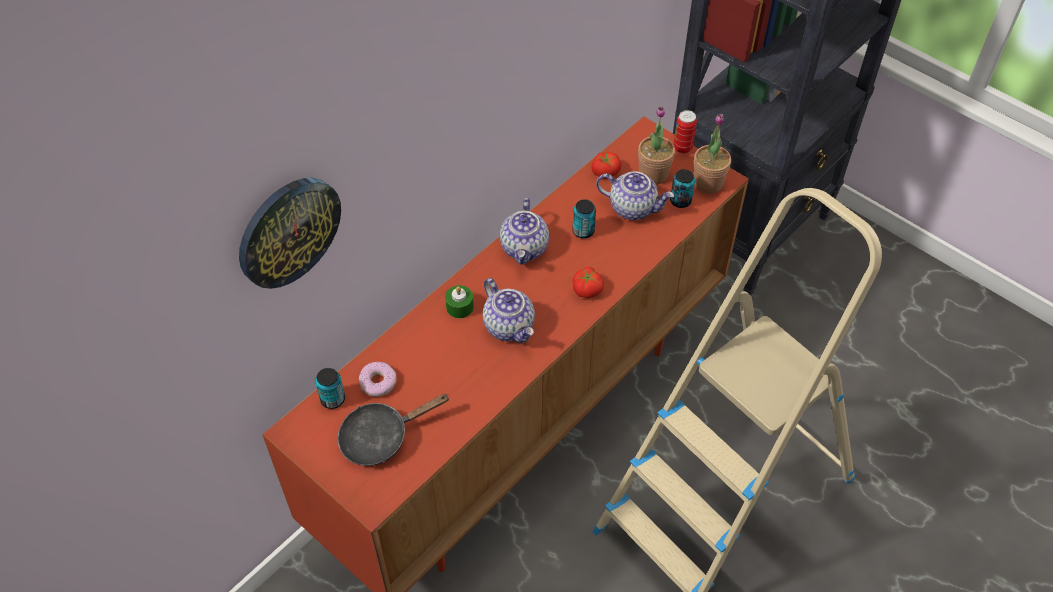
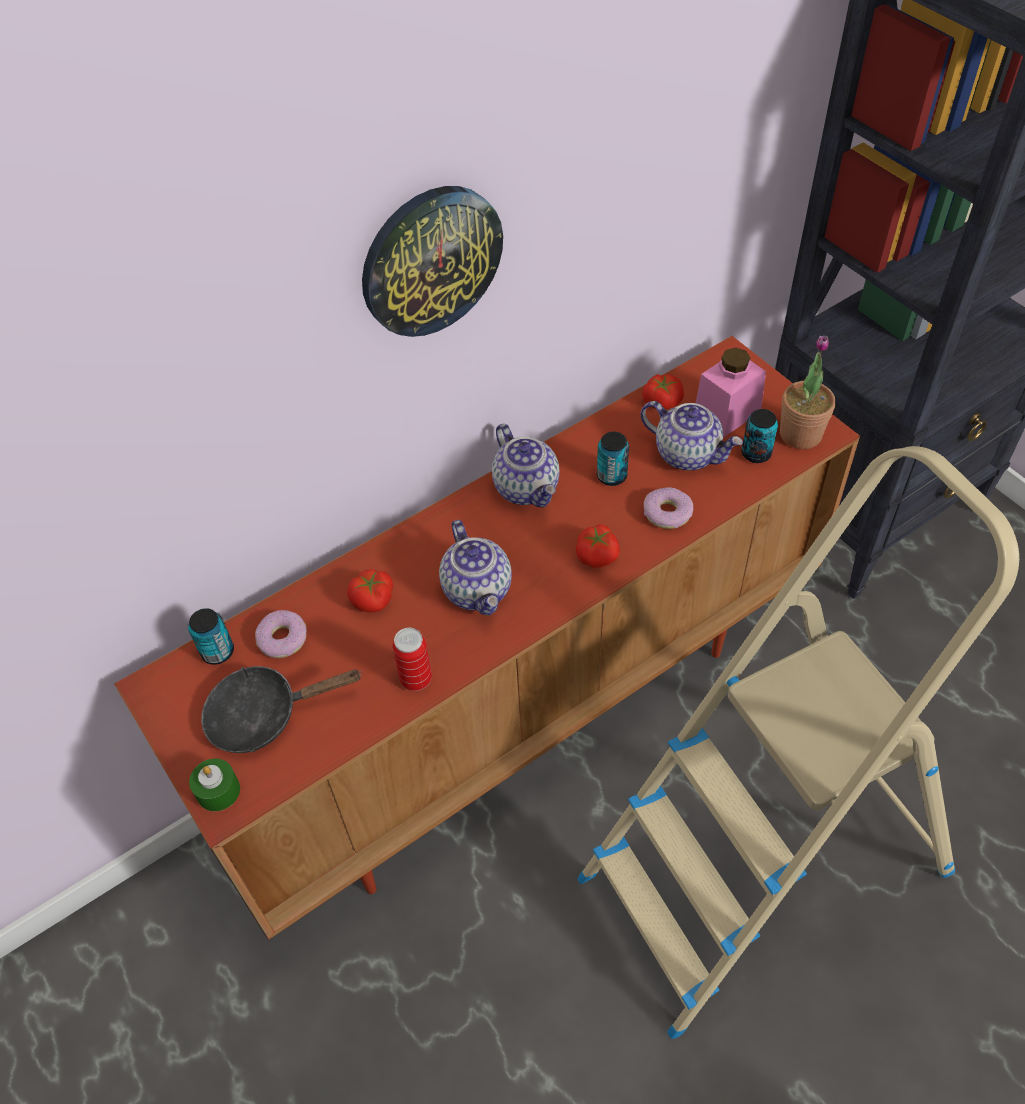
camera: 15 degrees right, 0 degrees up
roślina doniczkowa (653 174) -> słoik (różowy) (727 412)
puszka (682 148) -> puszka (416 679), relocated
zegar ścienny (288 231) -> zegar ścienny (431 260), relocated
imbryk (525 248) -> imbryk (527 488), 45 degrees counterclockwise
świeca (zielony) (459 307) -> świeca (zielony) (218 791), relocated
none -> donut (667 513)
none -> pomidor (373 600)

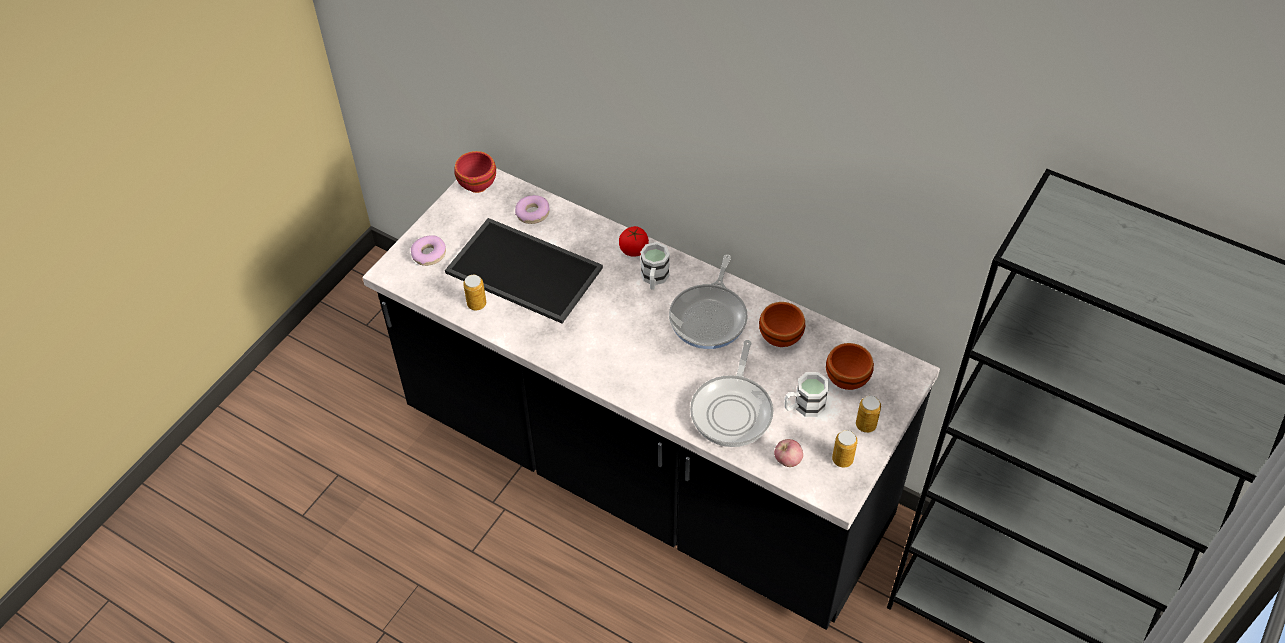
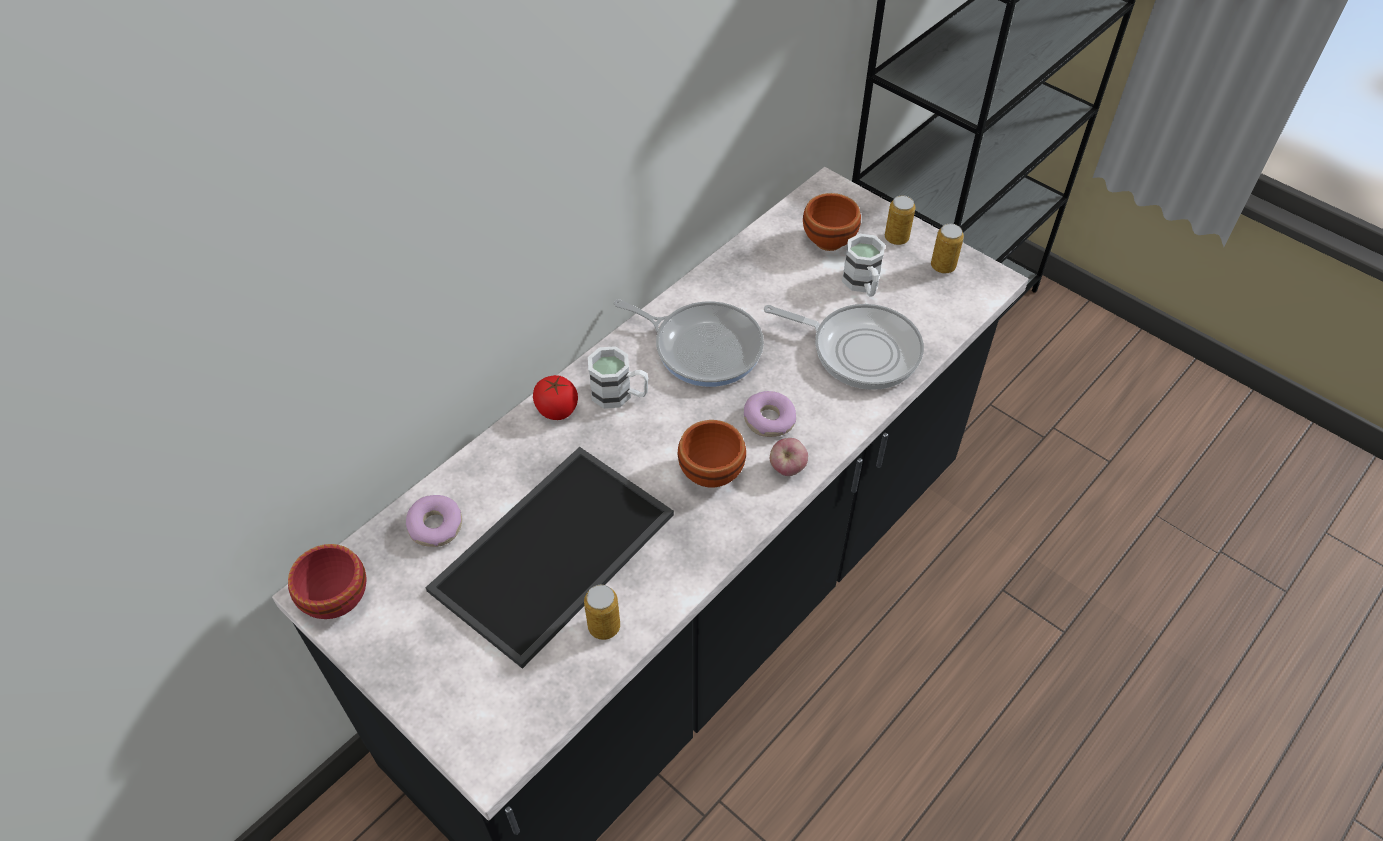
camera: 80 degrees left, 0 degrees up
donut (429 254) -> donut (769 420), relocated
miska (brązowy) (780 336) -> miska (brązowy) (709 472), relocated
jabłko (787 460) -> jabłko (787 468), relocated

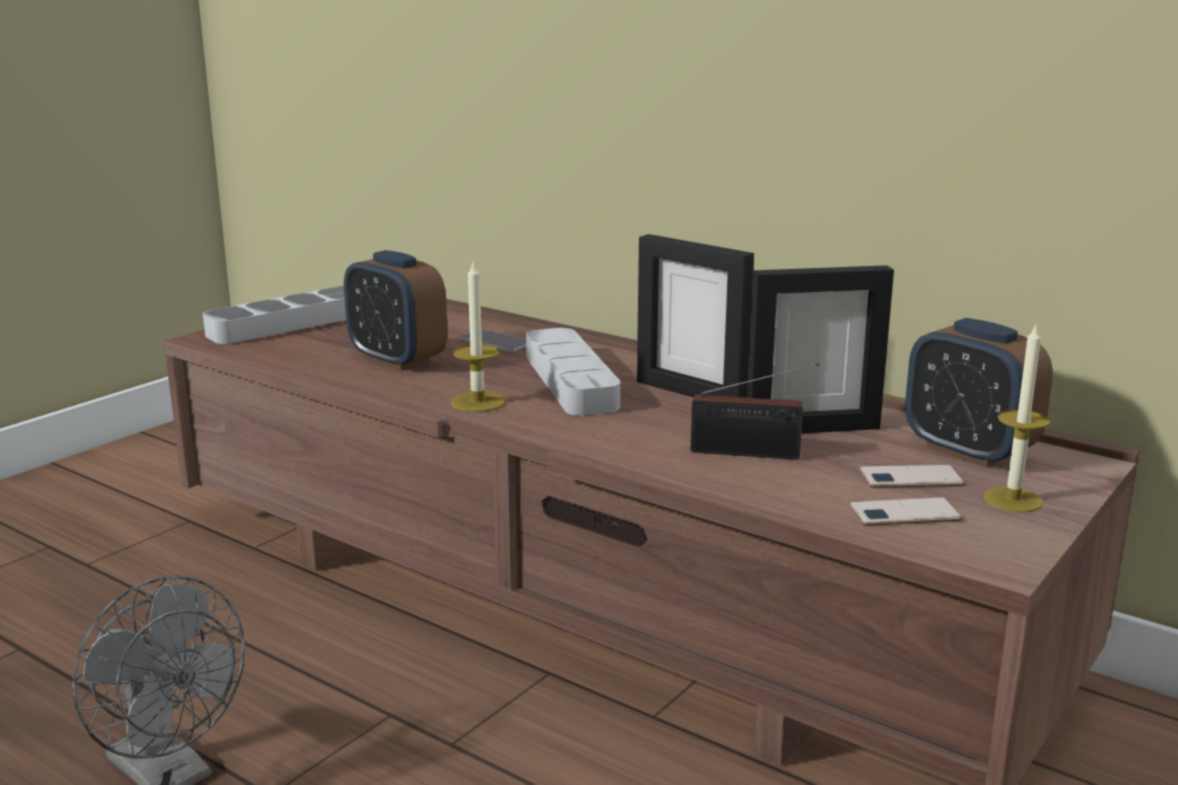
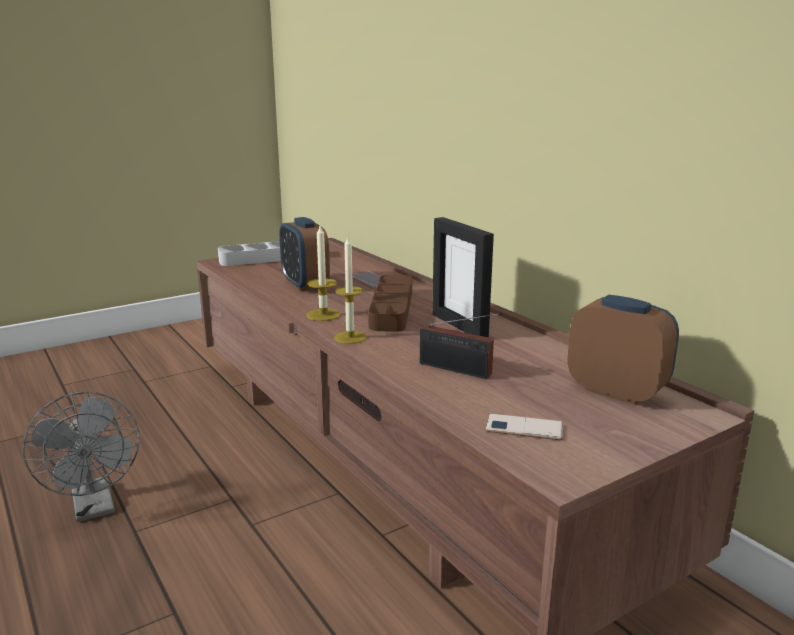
camera: 20 degrees right, 0 degrees up
ramka na zdjęcie (811 428) -> none
budzik (968 451) -> budzik (616 391), 150 degrees clockwise
świeca (1012 500) -> świeca (350 337), relocated
taca (szary) (570 380) -> taca (brązowy) (392 308)
telefon (911 478) -> none

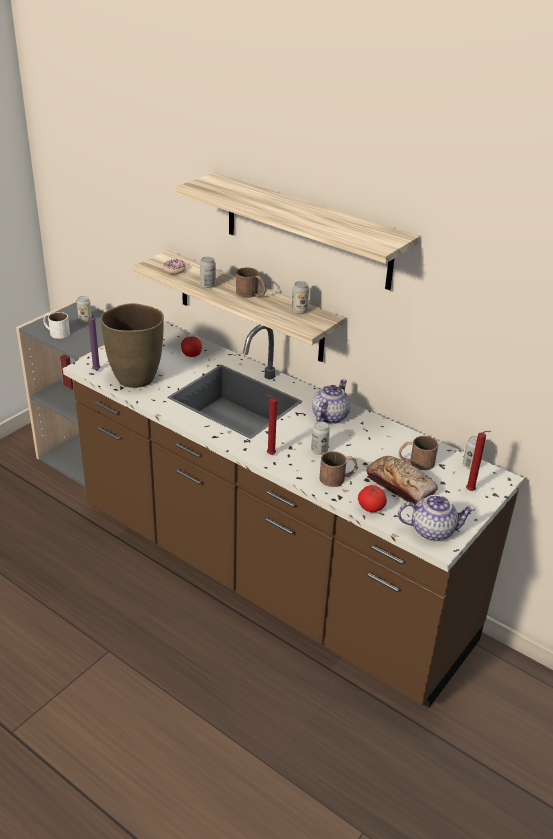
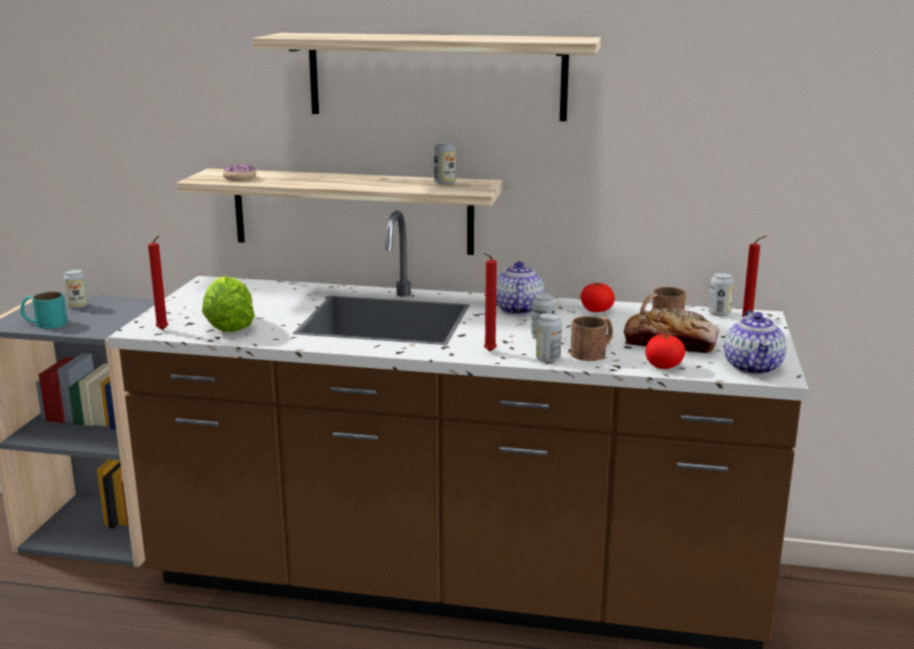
camera: 25 degrees left, 15 degrees down
puszka (208 285) -> puszka (548 359), relocated
kubek (brązowy) (251 294) -> none
wazon (brązowy) (135 378) -> sałata (228 326)
kubek (biały) (56 332) -> kubek (turkusowy) (44 323)
świeca (fioletowy) (96 371) -> świeca (czerwony) (163 330)
pomidor (191 354) -> pomidor (597 310), relocated
imbryk (433 530) -> imbryk (753 367), 120 degrees clockwise

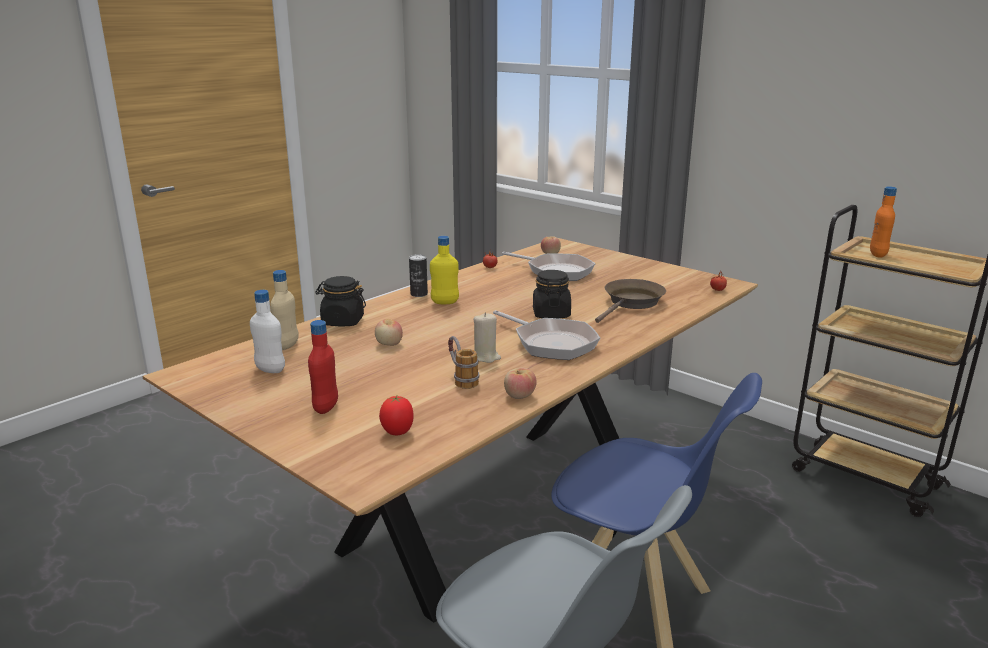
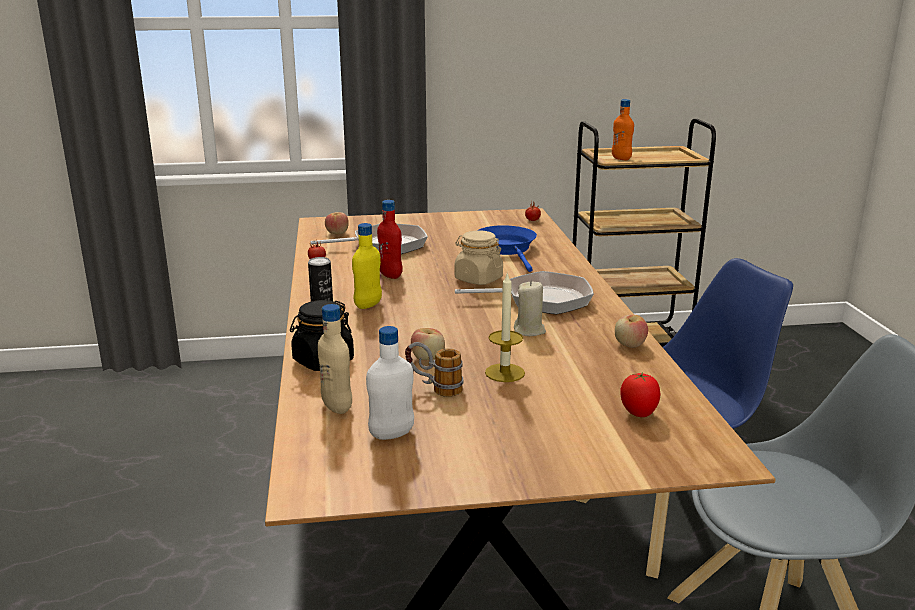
camera: 50 degrees left, 0 degrees up
słoik (czarny) (551 314) -> słoik (beżowy) (478 279)
patelnia (brązowy) (631 303) -> patelnia (niebieski) (507 249)
butelka (czerwony) (326 407) -> butelka (czerwony) (390 275), relocated
kubek (461 379) -> kubek (434 389), relocated
none -> świeca (504 373)

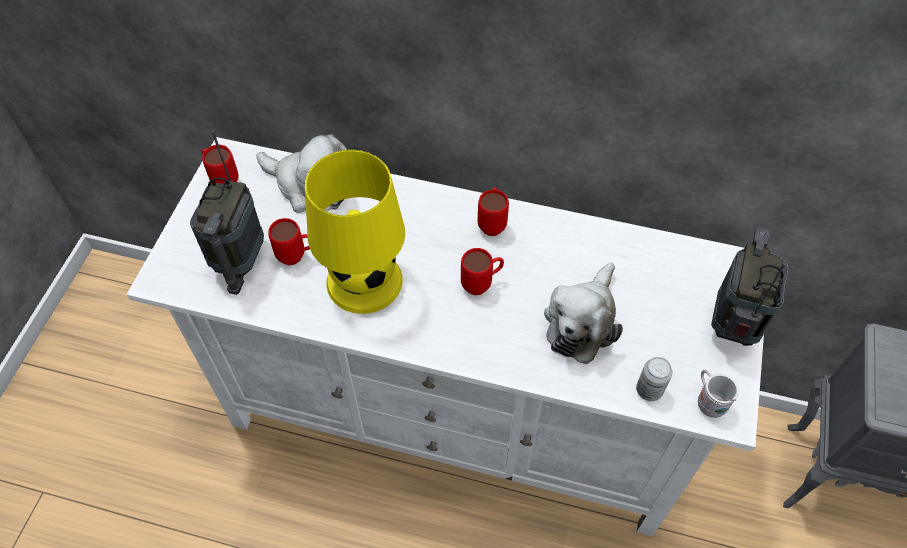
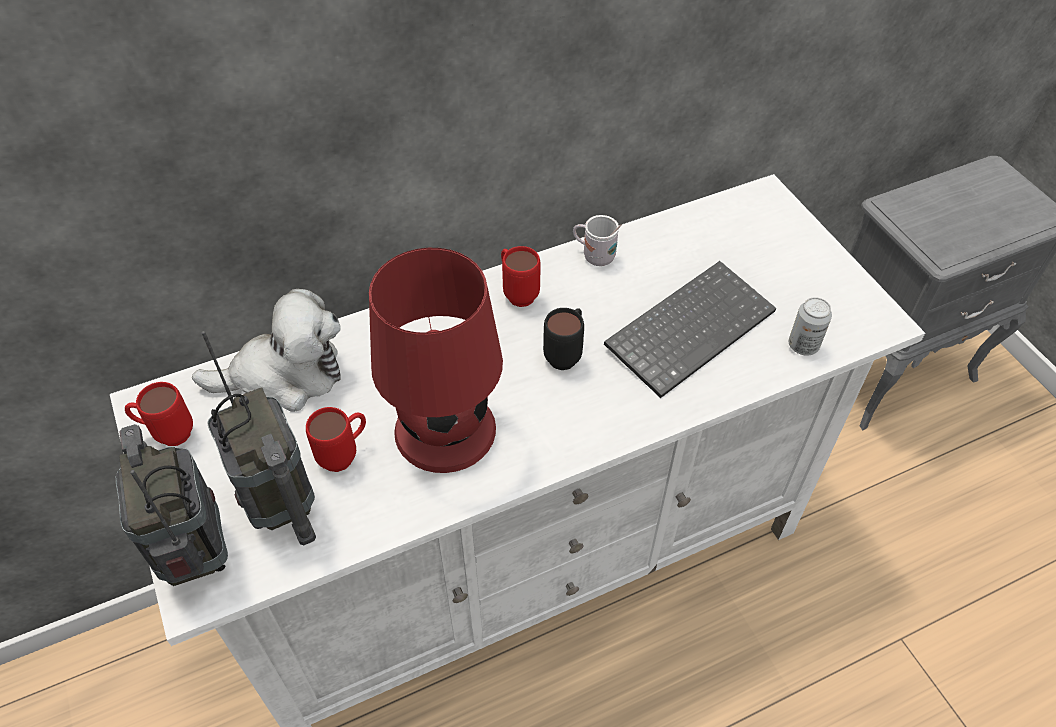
camera: 40 degrees left, 5 degrees down
lampa stołowa (żółty) (364 282) -> lampa stołowa (czerwony) (446 430)
radio (732 326) -> radio (197 554), relocated
kubek (czerwony) (482 284) -> kubek (czarny) (566 354)
pluszak (582 322) -> klawiatura (689 327)
kubek (biały) (708 401) -> kubek (biały) (594 255), relocated

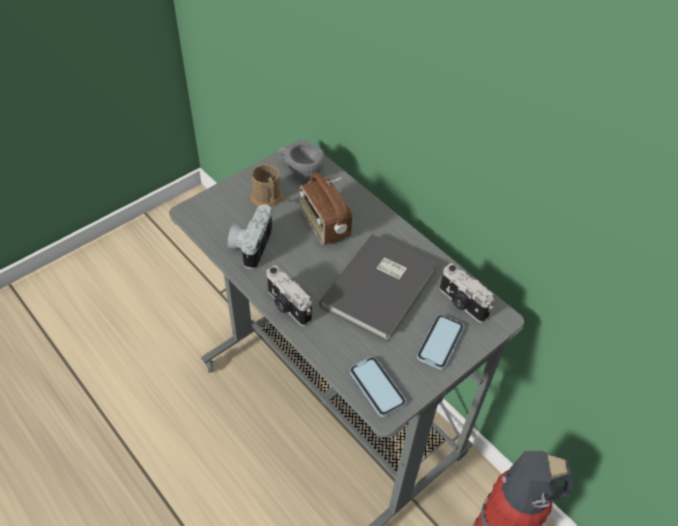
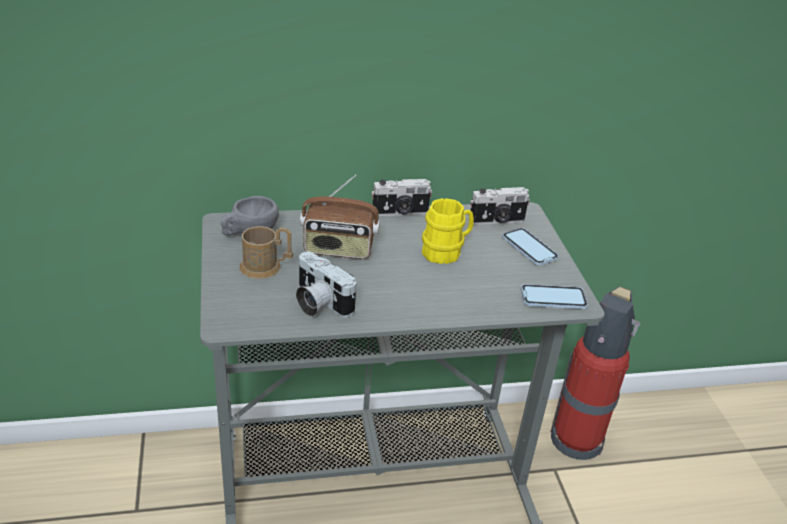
camera: 60 degrees left, 15 degrees down
książka (szary) (382 288) -> kubek (żółty) (446 251)
aparat fotograficzny (287 306) -> aparat fotograficzny (400 213), relocated

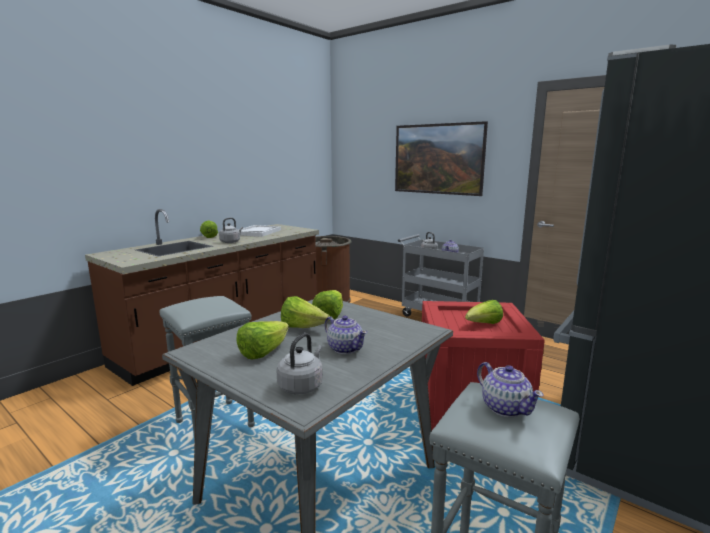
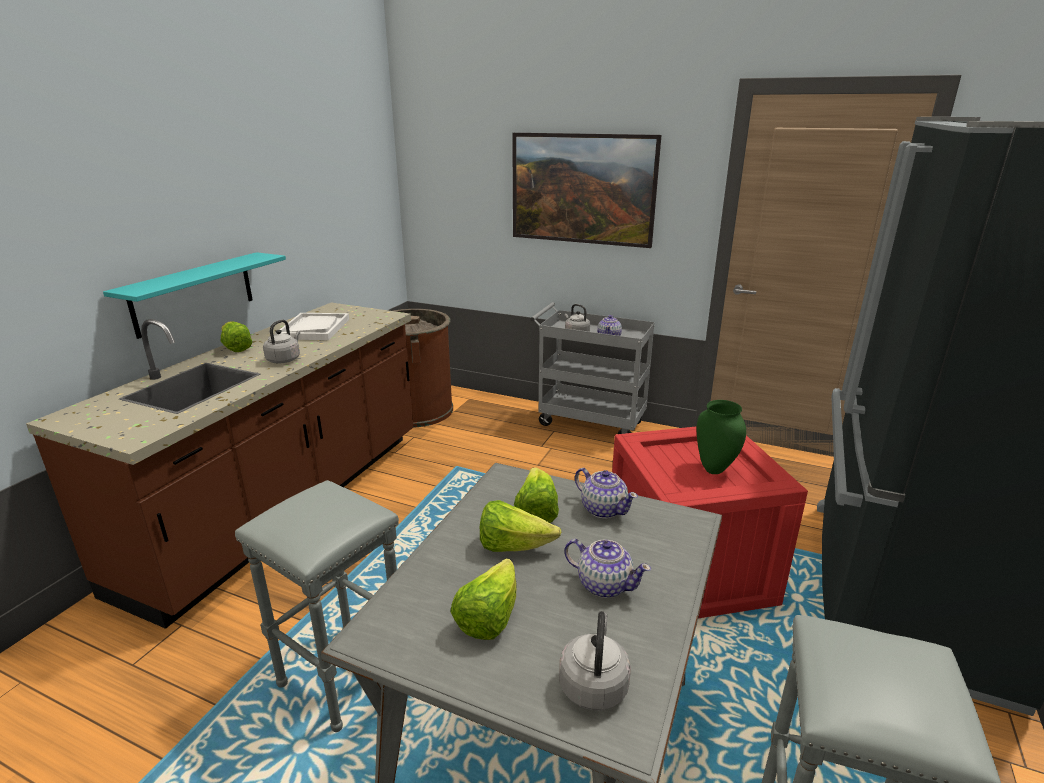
camera: 15 degrees left, 10 degrees up
sałata (484 324) -> wazon (zielony) (715 469)
imbryk (505 407) -> imbryk (603 509), relocated
none -> półka (turkusowy) (194 293)

